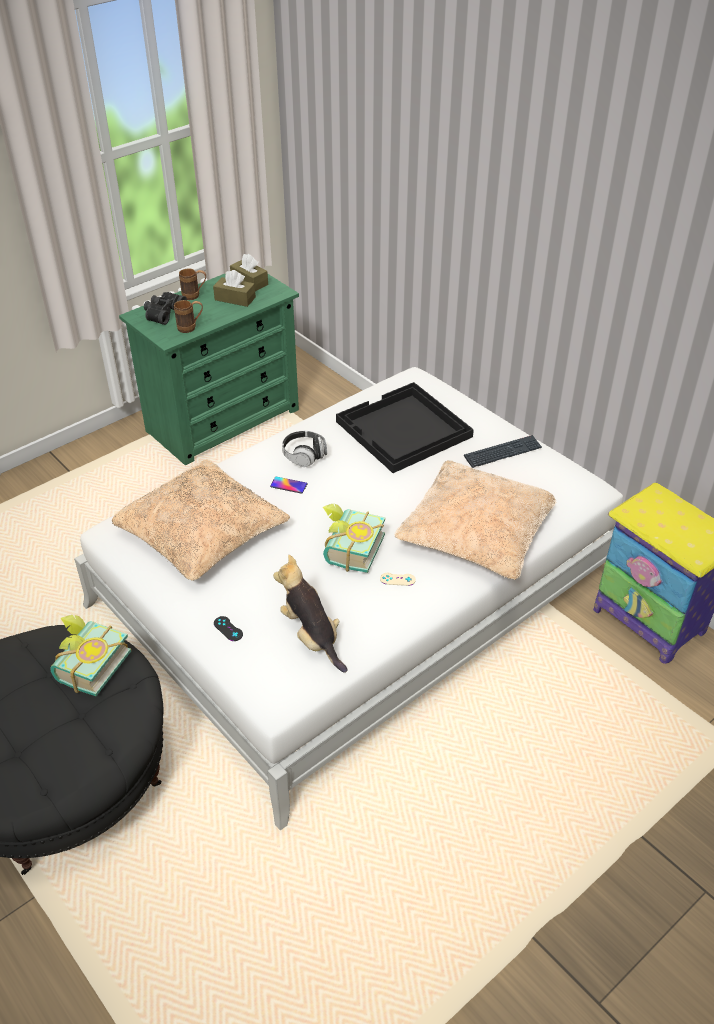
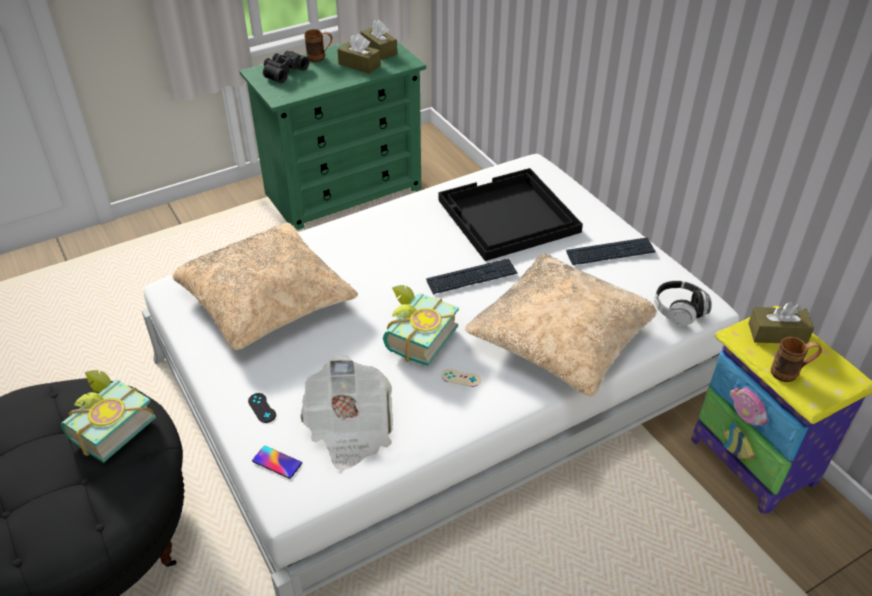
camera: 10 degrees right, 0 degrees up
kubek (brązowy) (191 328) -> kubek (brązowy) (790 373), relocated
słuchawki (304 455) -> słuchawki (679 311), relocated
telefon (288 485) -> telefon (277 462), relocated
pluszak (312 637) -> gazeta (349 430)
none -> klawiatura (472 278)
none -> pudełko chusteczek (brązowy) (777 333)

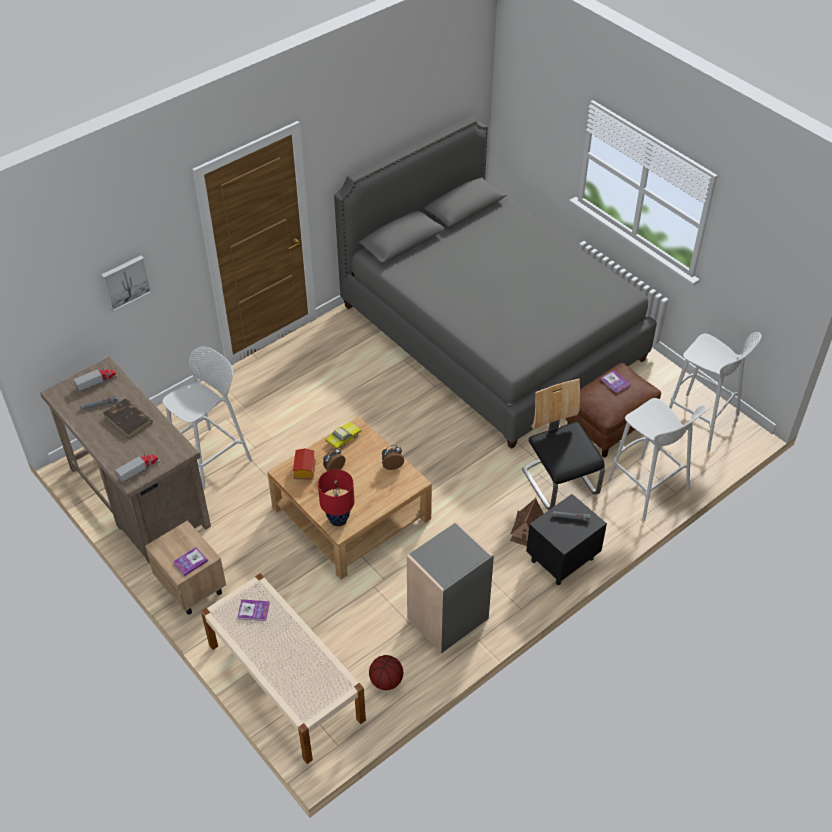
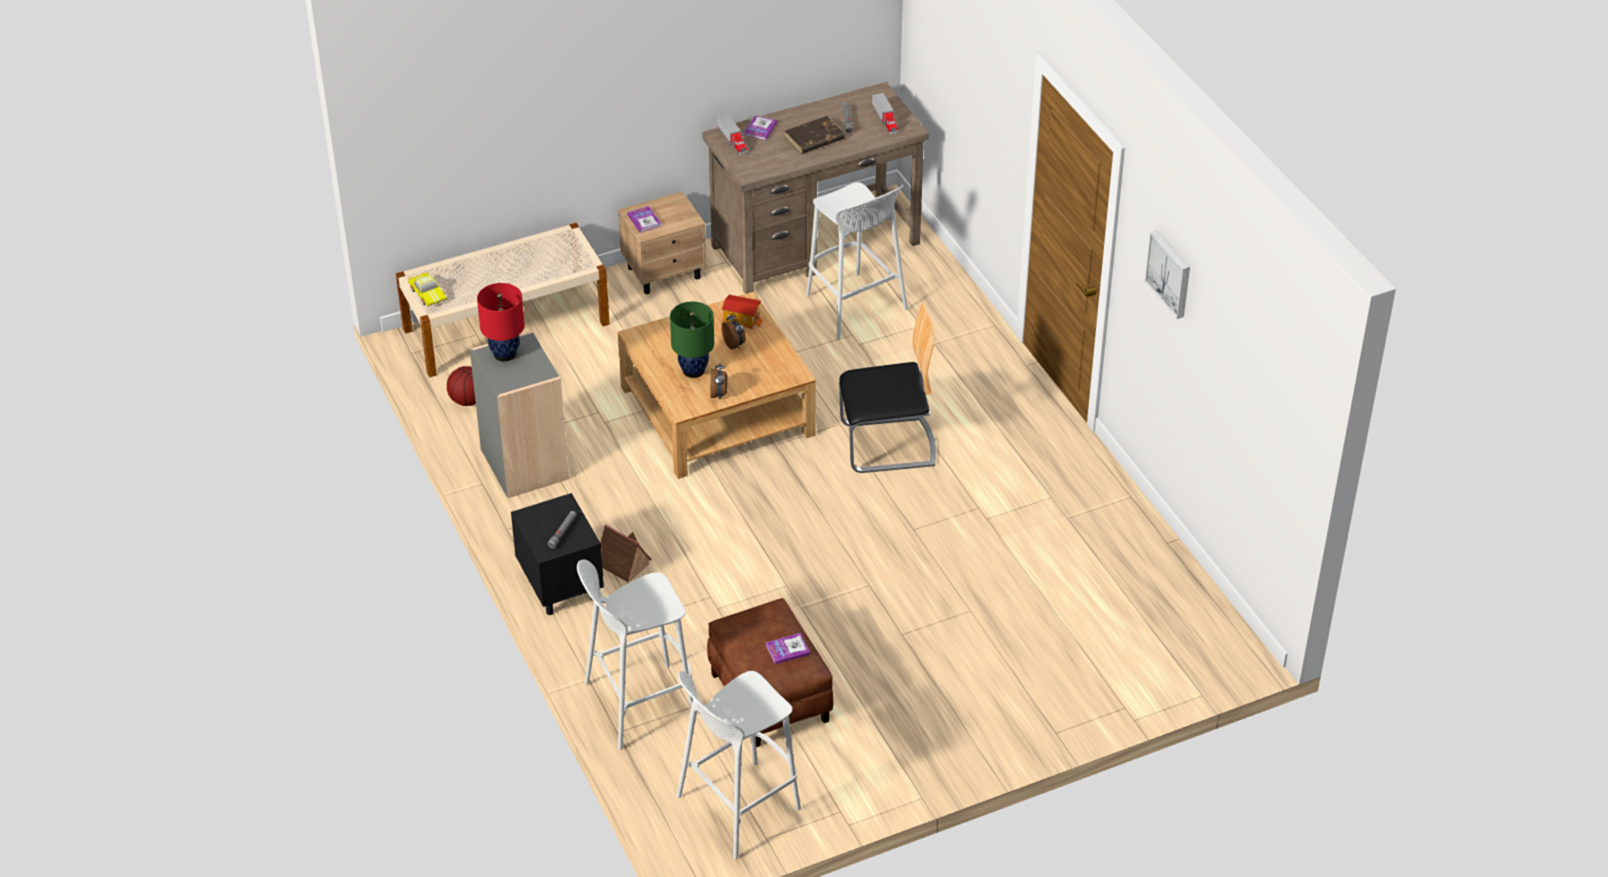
camera: 105 degrees right, 5 degrees down
łóżko (szary) (491 332) -> none
obraz (125 282) -> obraz (1170 273), relocated
krzesło (560 482) -> krzesło (888 445), relocated
samochodzik (342 438) -> samochodzik (428 293), relocated
lampa stołowa (czerwony) (338 519) -> lampa stołowa (czerwony) (505 354), relocated
książka (253 611) -> książka (760 129), relocated
none -> lampa stołowa (zielony) (693 370)

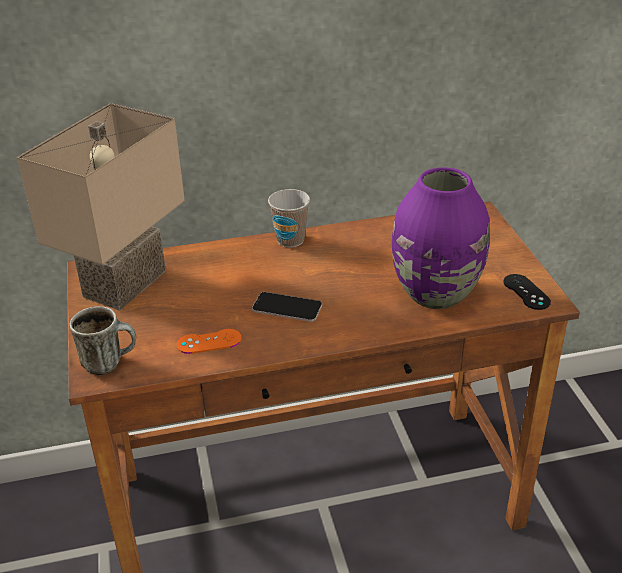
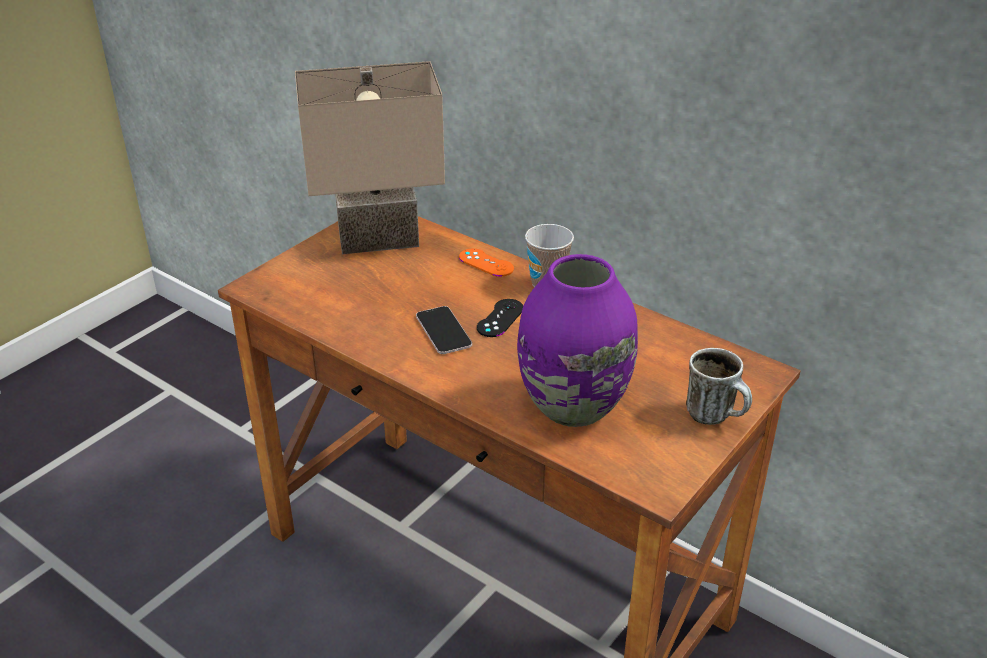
camera: 50 degrees right, 0 degrees up
pad do gier (czarny) (526 292) -> pad do gier (czarny) (500 318), relocated
kubek (110 362) -> kubek (716 416), relocated
pad do gier (pomarańczowy) (209 342) -> pad do gier (pomarańczowy) (486 263), relocated

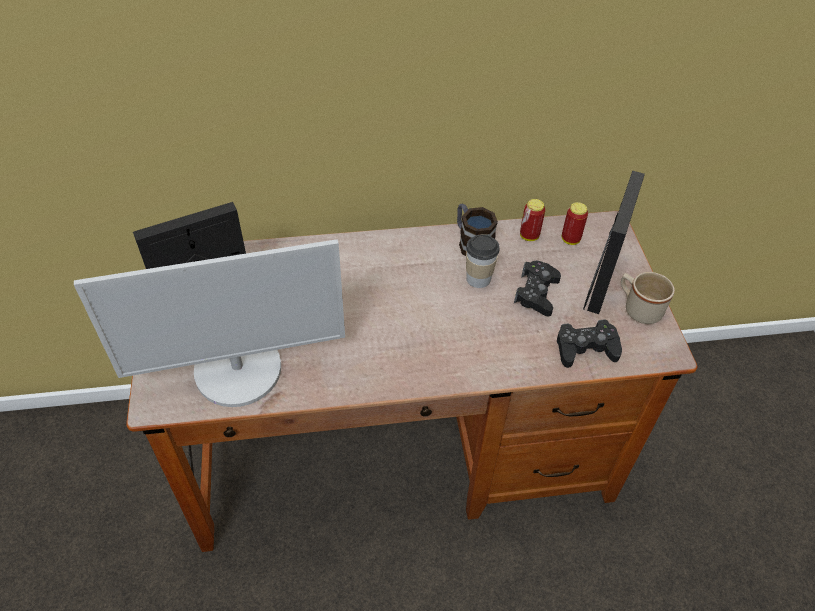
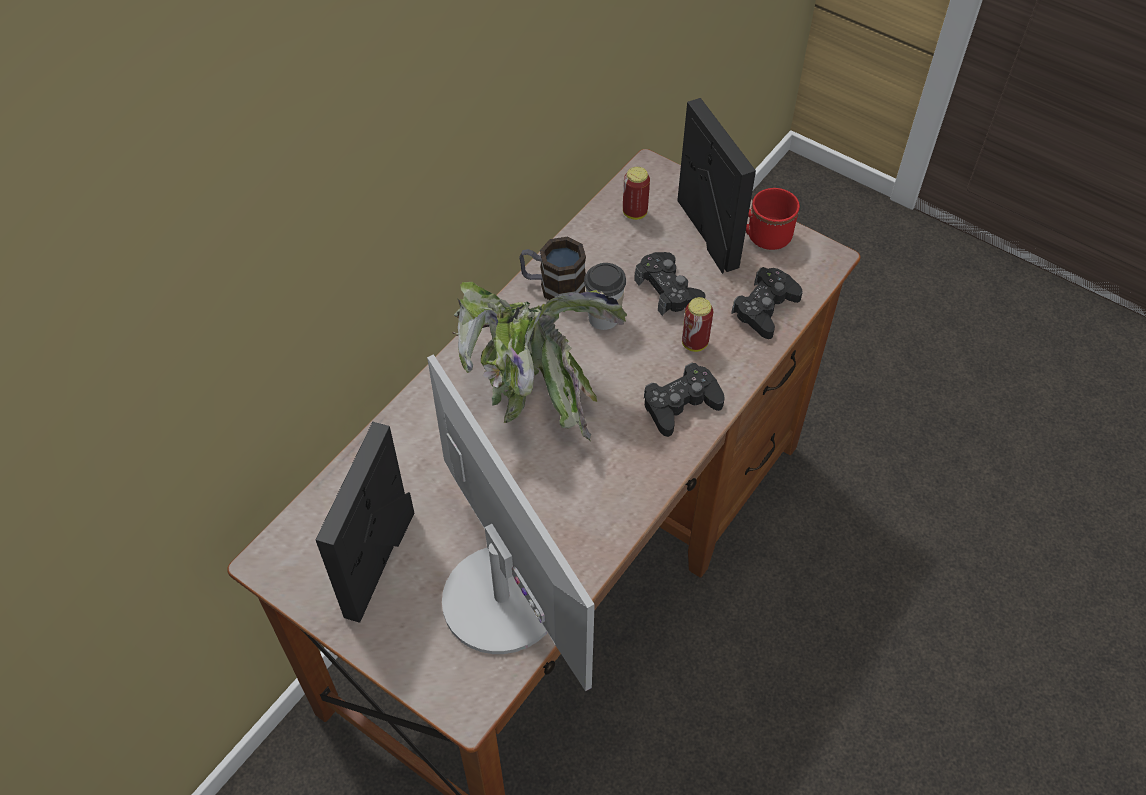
camera: 45 degrees left, 5 degrees up
puszka (529 236) -> puszka (694 343), relocated
monitor (239 370) -> monitor (503 598), 60 degrees counterclockwise
kubek (beżowy) (638 308) -> kubek (czerwony) (762 236)
none -> roślina doniczkowa (531 387)
none -> pad do gier (czarny) (681 405)

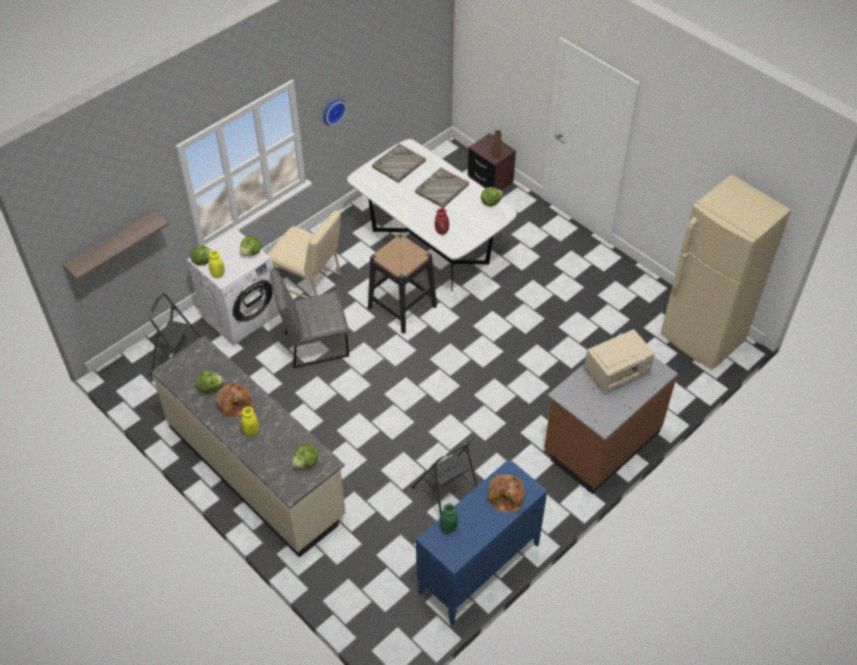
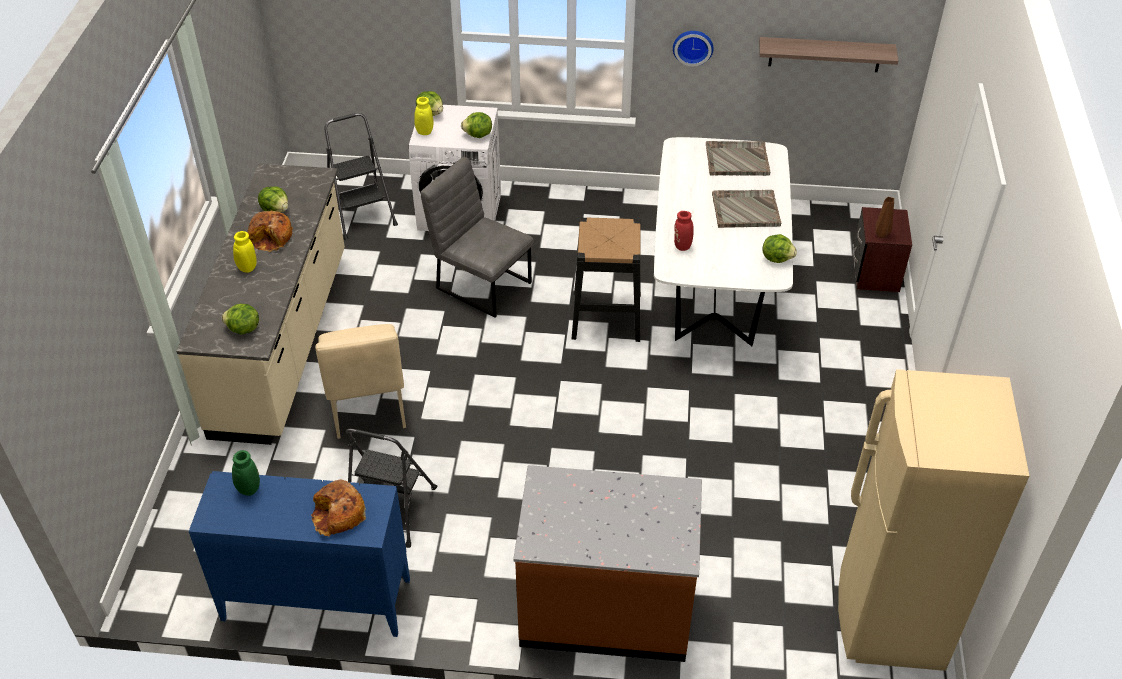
camera: 50 degrees right, 5 degrees down
półka (112 246) -> półka (825 54), relocated
krzesło (beżowy) (308 280) -> krzesło (beżowy) (367 405), relocated
mikrofalówka (beżowy) (617 372) -> none

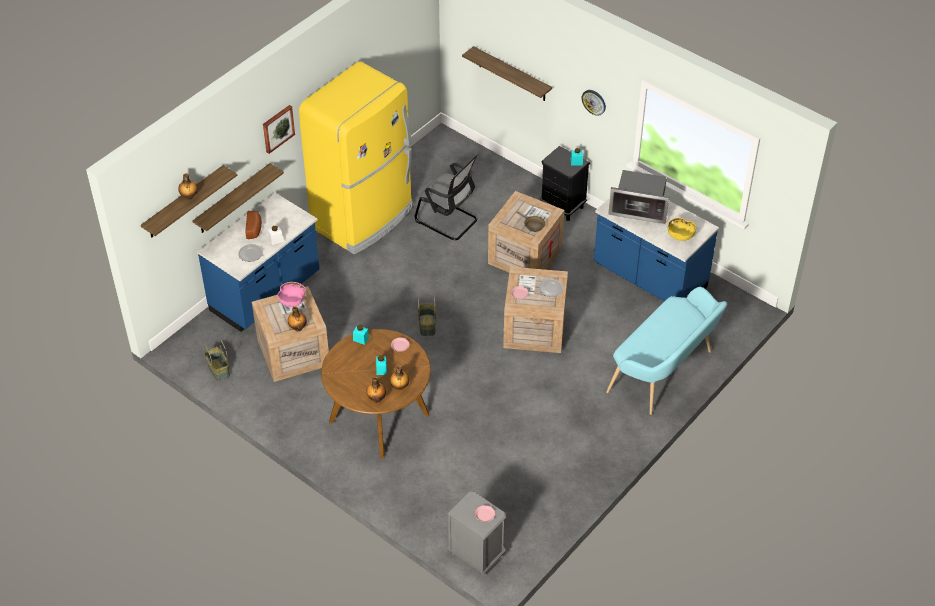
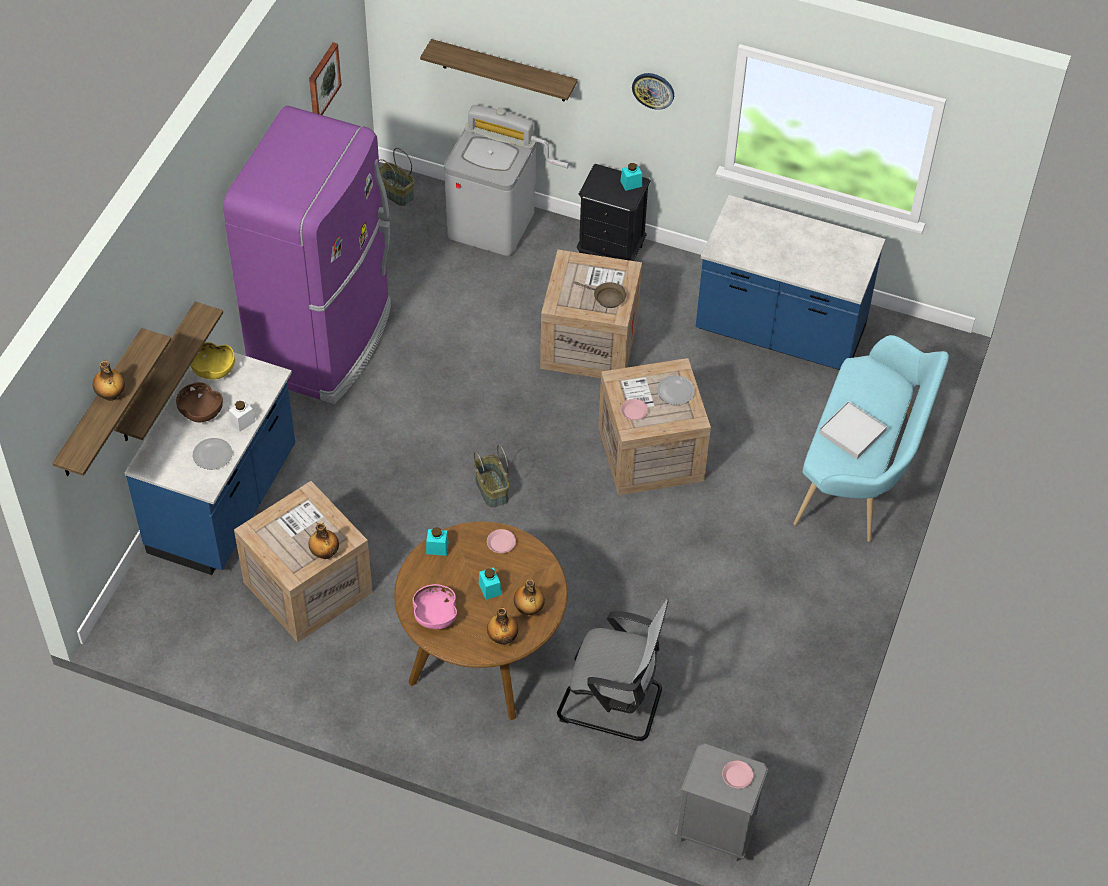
camera: 20 degrees left, 5 degrees up
lodówka (żółty) (364 218) -> lodówka (fioletowy) (324 341)
obraz (277 128) -> obraz (323 81), relocated
krzesło (448 221) -> krzesło (613 704), relocated
mikrofalówka (639 209) -> none
chleb (254 229) -> miska (brązowy) (201 412)
miska (żółty) (680 236) -> miska (żółty) (213 370), relocated
miska (różowy) (292 300) -> miska (różowy) (435 616), relocated
koszyk (218 369) -> koszyk (394 193), relocated
none -> pralka (szary) (493 225)
none -> taca (biały) (852 432)

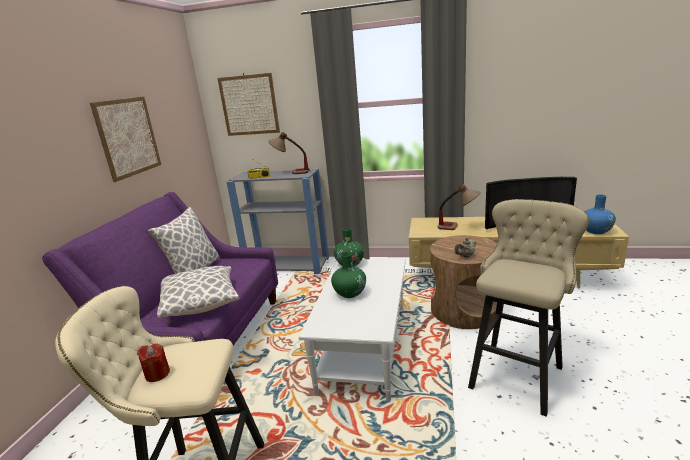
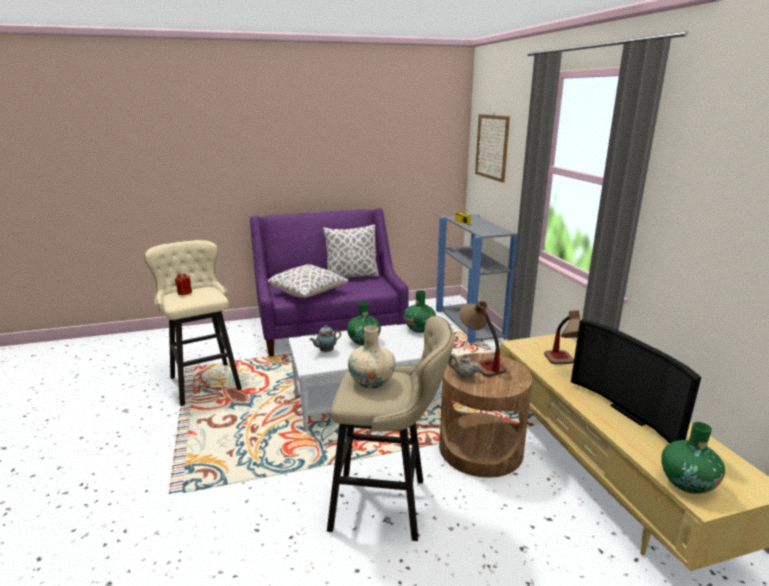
camera: 60 degrees right, 0 degrees up
obraz (128 136) -> none
lampa stołowa (291 173) -> lampa stołowa (479 362), relocated
wazon (niebieski) (596 231) -> wazon (zielony) (687 483)
none -> imbryk (325 351)
none -> wazon (beżowy) (372 381)

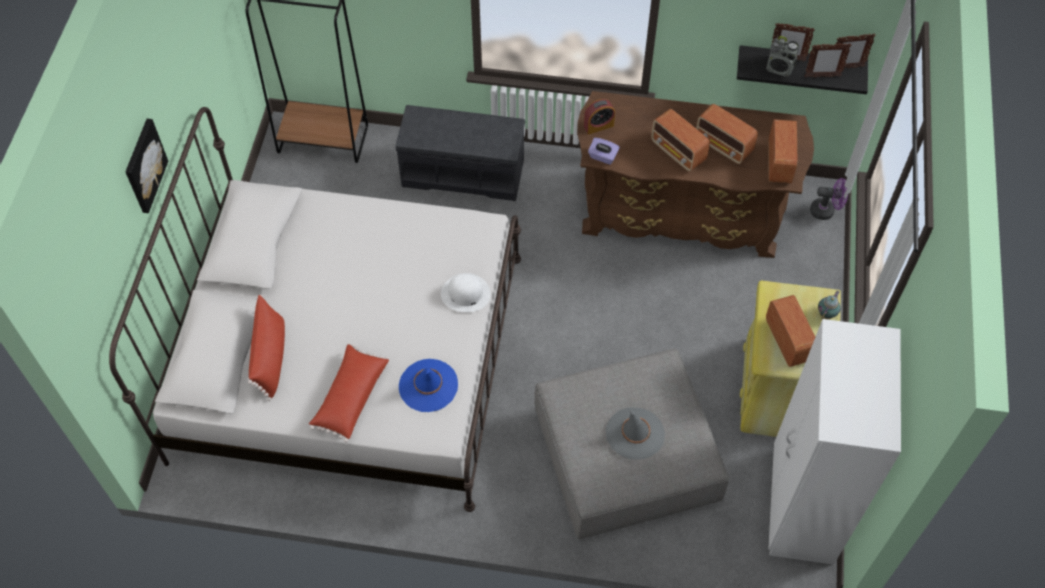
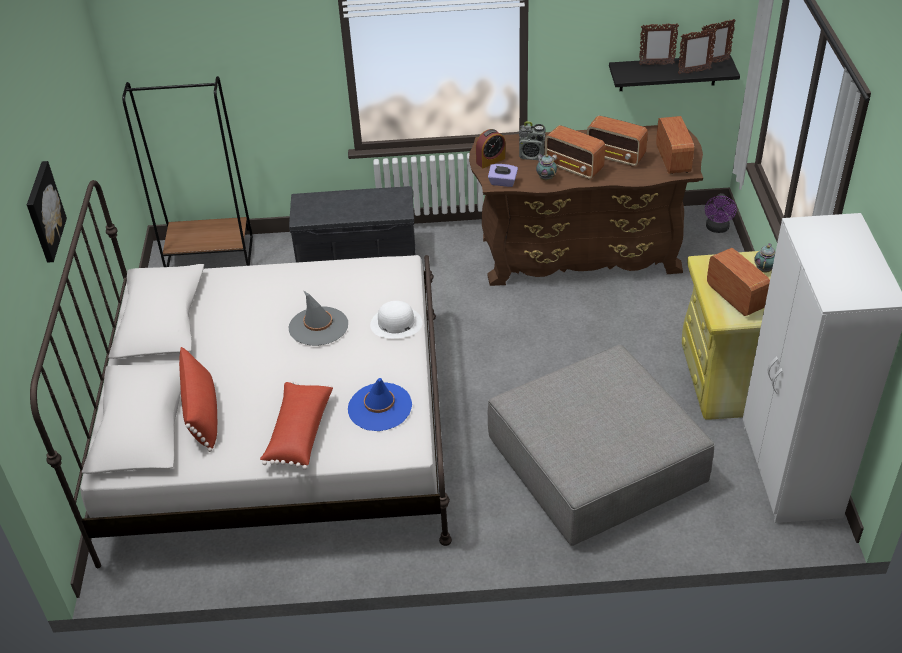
camera: 10 degrees left, 15 degrees down
radio (779 68) -> radio (532 155), relocated
wentylator (fioletowy) (826 211) -> wentylator (fioletowy) (717 229), 105 degrees clockwise
kapelusz (szary) (635 433) -> kapelusz (szary) (318 326), relocated
none -> imbryk (546 178)

